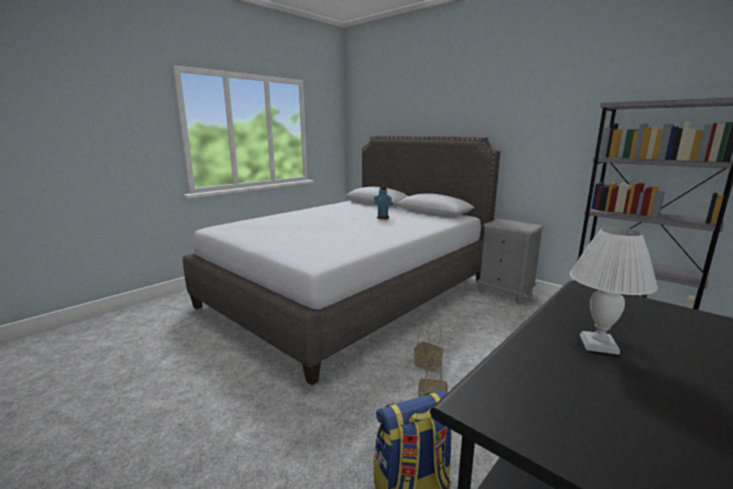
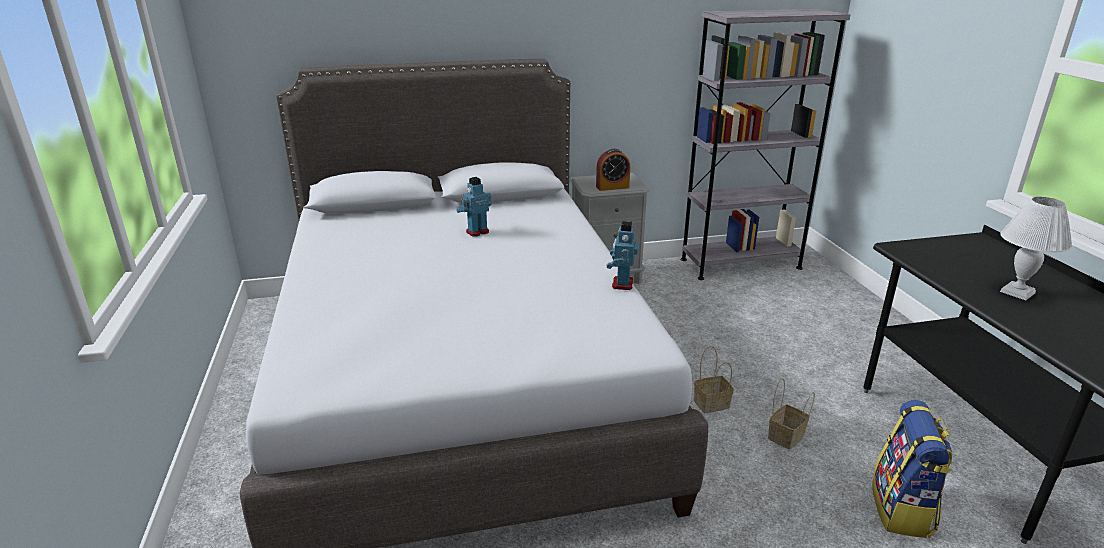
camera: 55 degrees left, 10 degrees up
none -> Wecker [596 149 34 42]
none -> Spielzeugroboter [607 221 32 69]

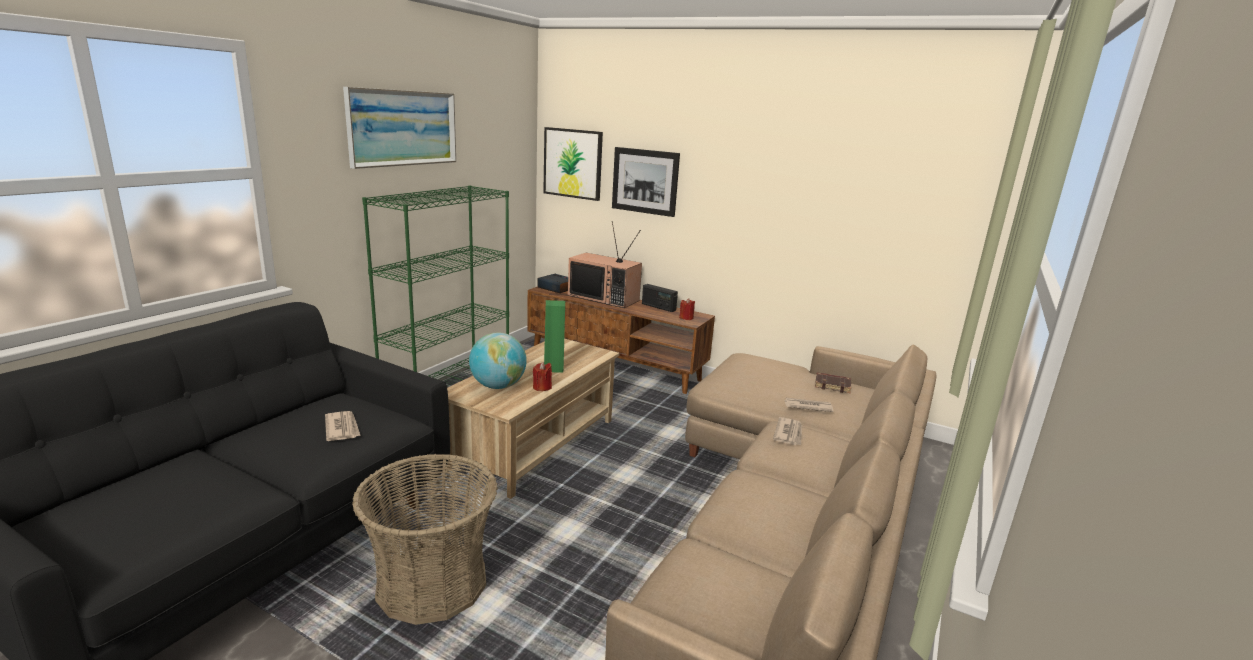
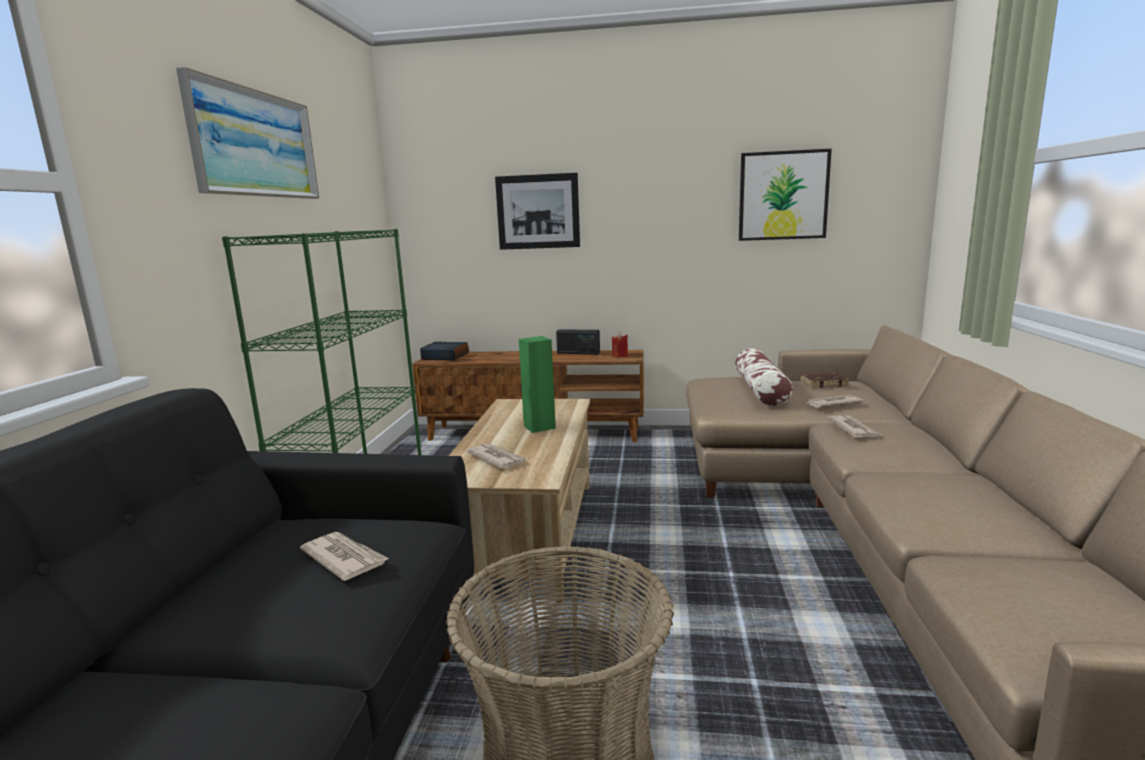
camera: 20 degrees left, 5 degrees down
Bild [543 127 60 74] -> Bild [739 149 93 92], moved
Fernseher [568 221 74 87] -> none
Globus [469 332 58 57] -> Zeitung [467 443 60 26]
Kerze (rot) [533 362 19 29] -> none
none -> Kissen [735 348 58 58]

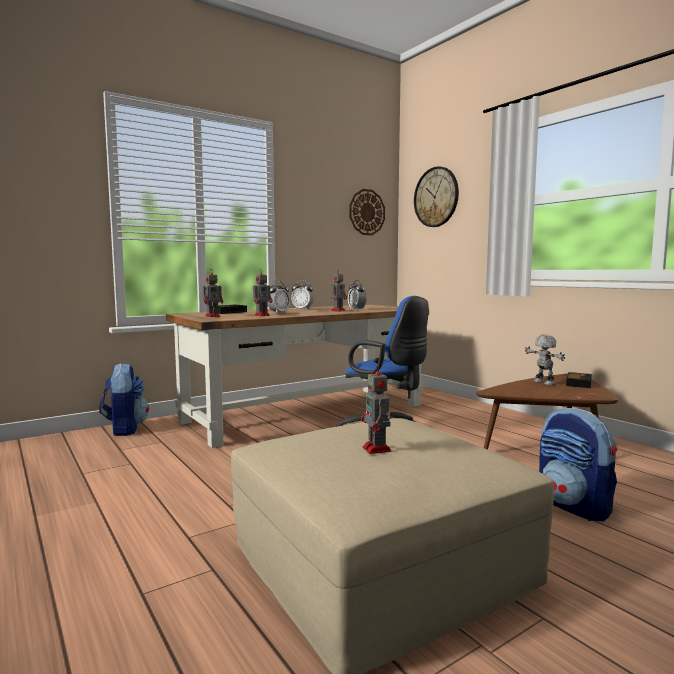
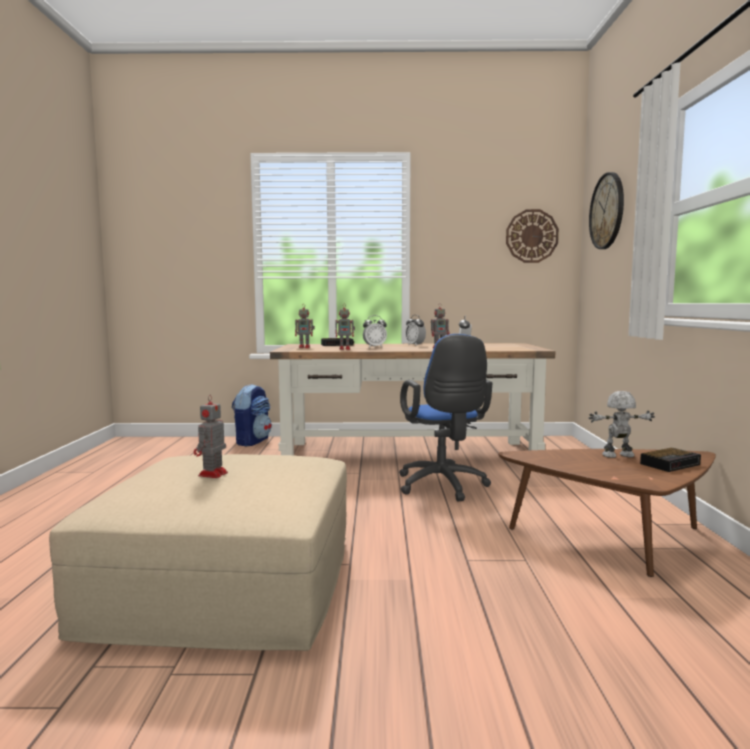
camera: 35 degrees right, 0 degrees up
Spielzeugroboter [525 334 40 51] -> Spielzeugroboter [589 391 66 67], 105 degrees counterclockwise
Rucksack [539 408 78 113] -> none

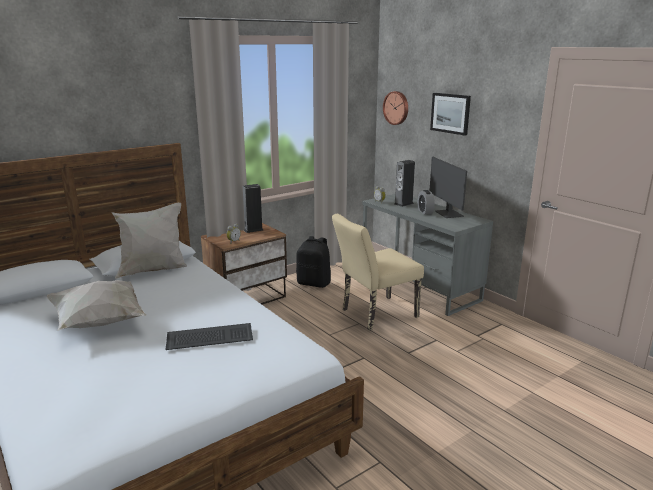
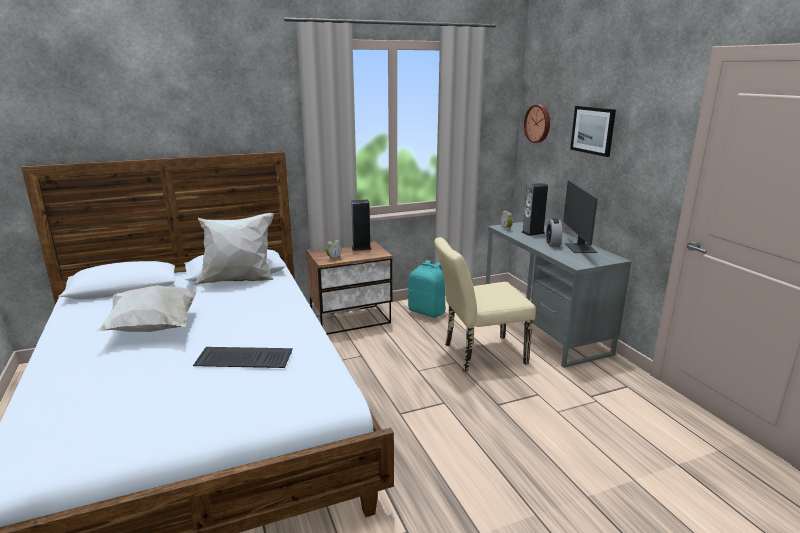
camera: 15 degrees right, 0 degrees up
Rucksack (schwarz) [296 236 35 52] -> Rucksack (türkis) [408 260 38 57]

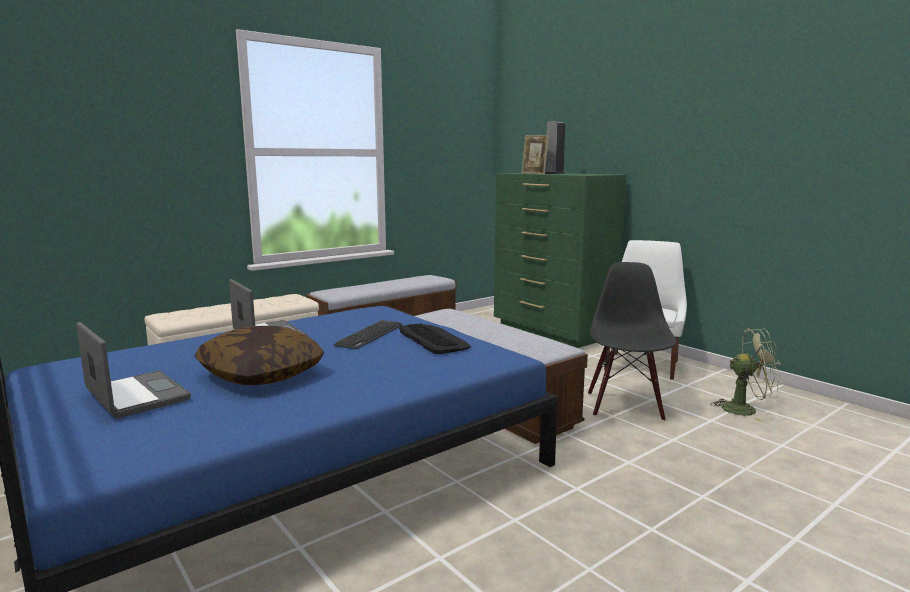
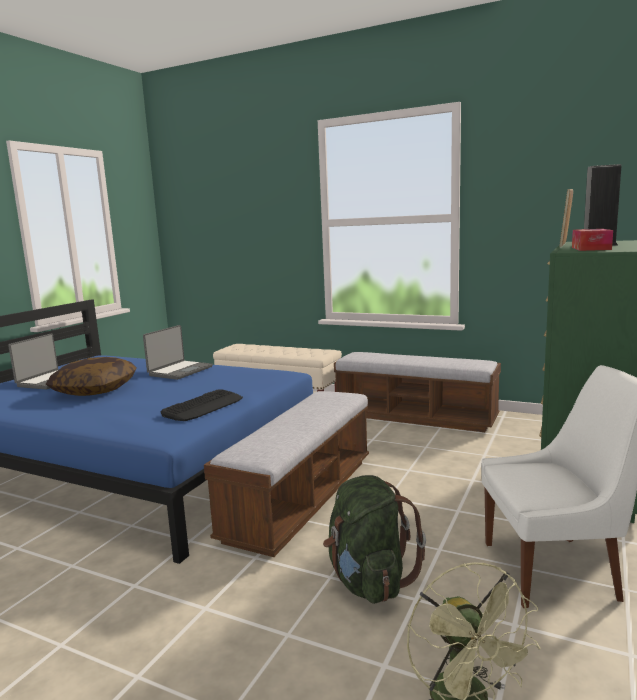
camera: 65 degrees right, 0 degrees up
Stuhl (schwarz) [588 262 89 159] -> Rucksack (grün) [323 475 103 129]
Tastatur [334 320 68 29] -> none
none -> Taschentuchbox [572 229 41 22]

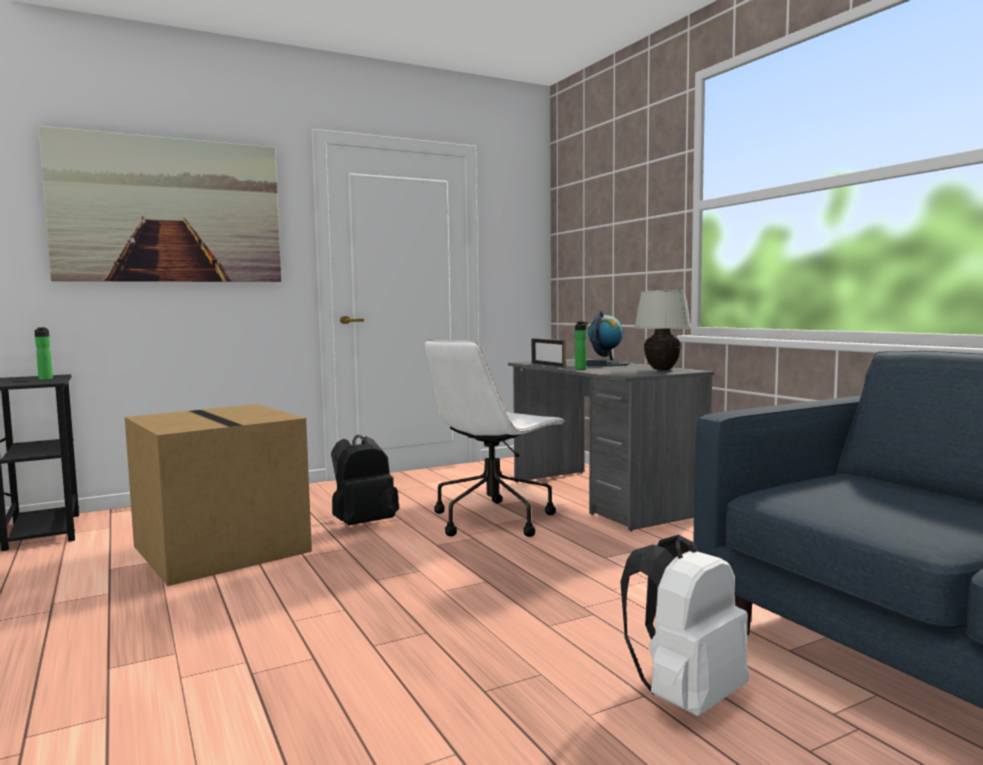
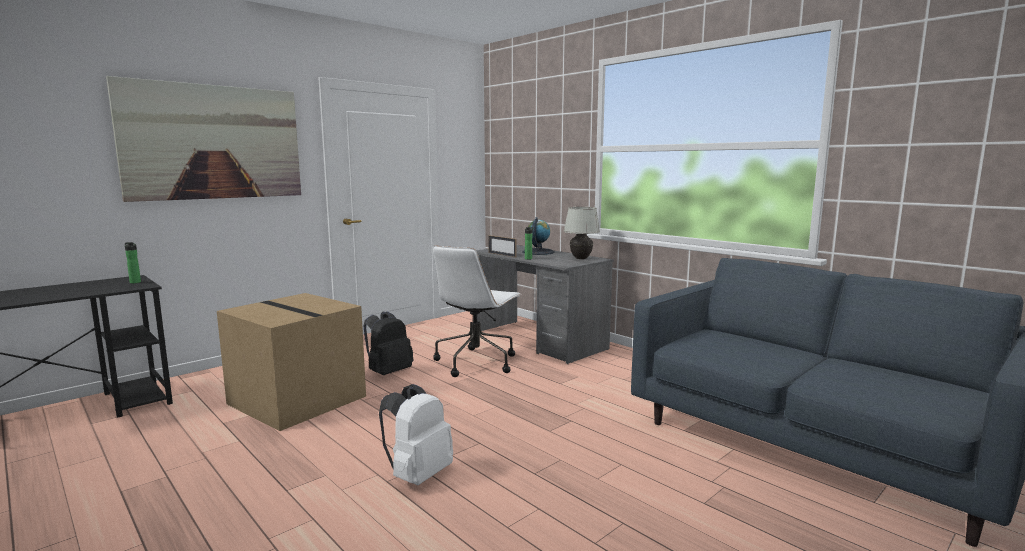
camera: 15 degrees left, 5 degrees up
Rucksack (weiß) [620 535 129 181] -> Rucksack (weiß) [379 384 74 102], moved

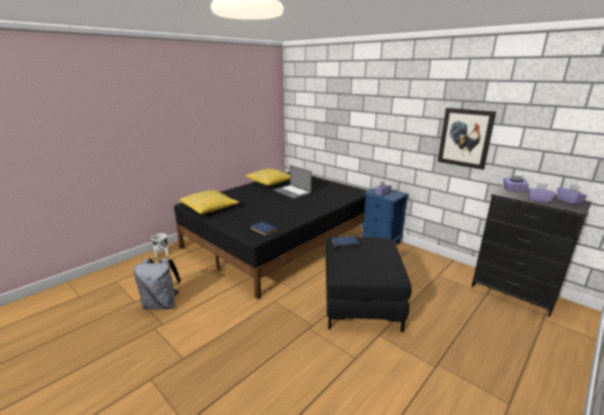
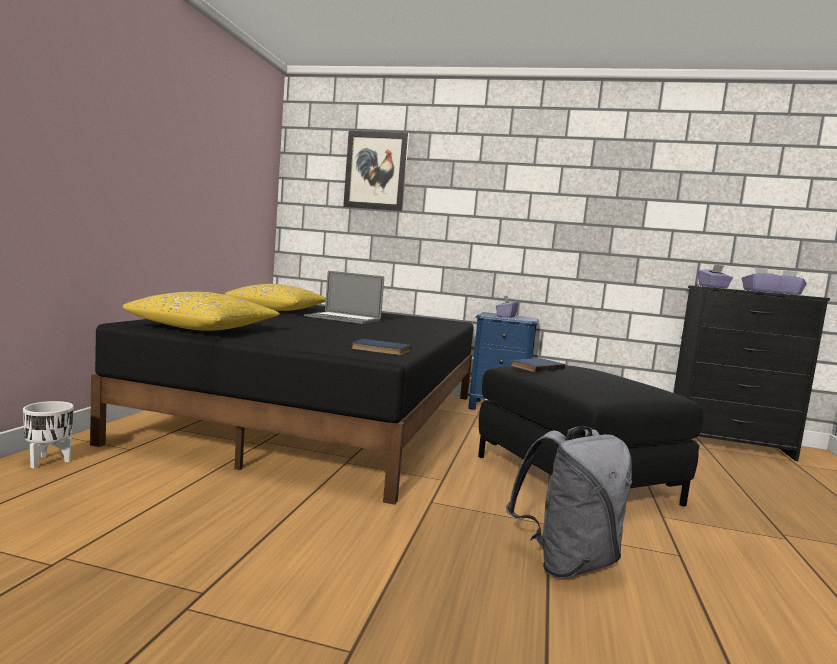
camera: 30 degrees left, 15 degrees down
Bild [438 108 58 62] -> Bild [343 131 66 80], moved
Rucksack (grau) [134 257 47 53] -> Rucksack (grau) [506 426 126 152], moved

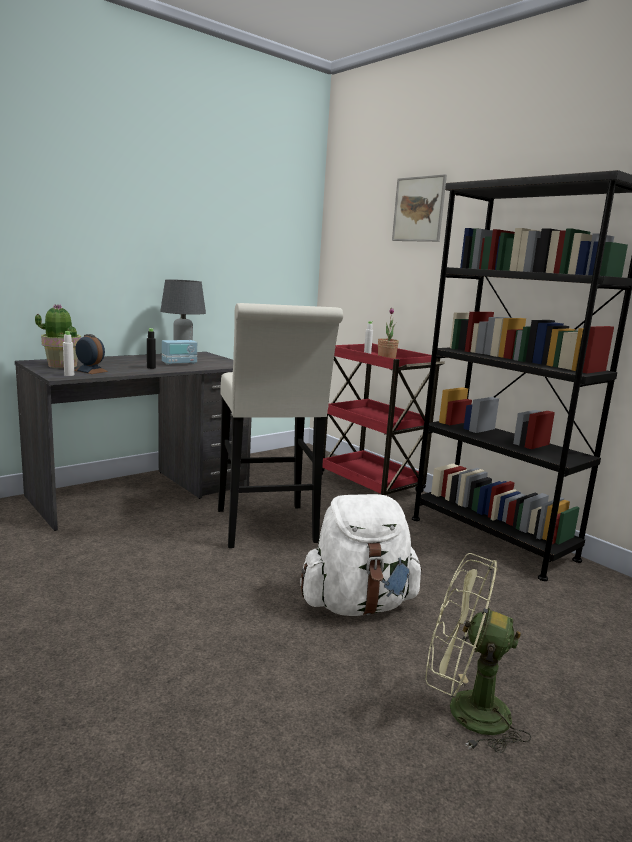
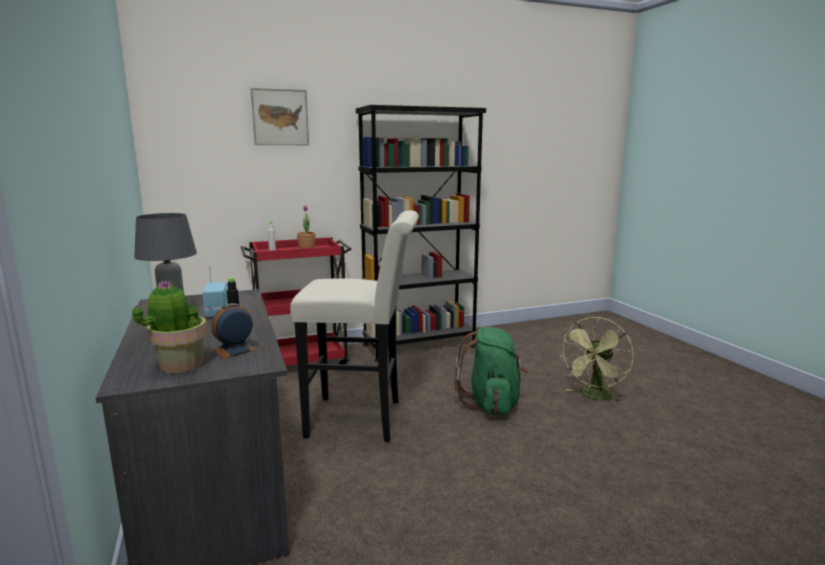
camera: 70 degrees left, 0 degrees up
Flasche (weiß) [63 331 11 45] -> none
Rucksack (weiß) [300 494 122 122] -> Rucksack (grün) [455 327 73 88]

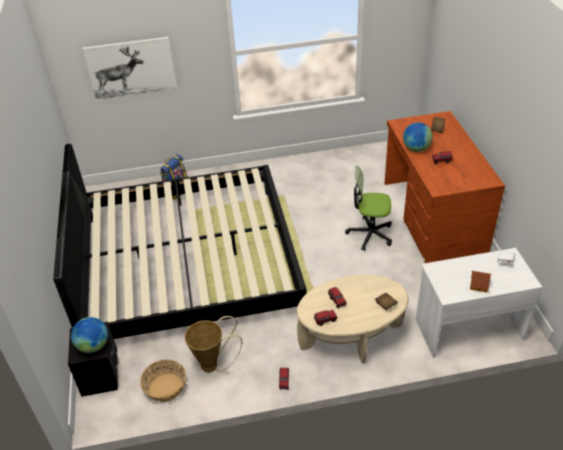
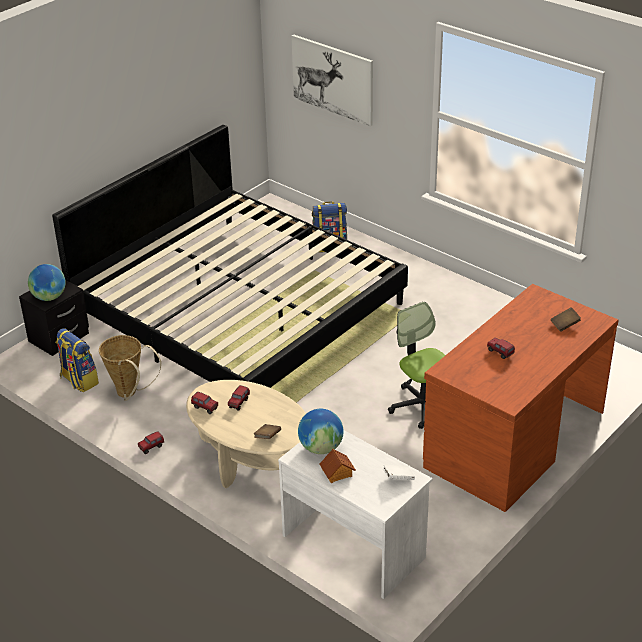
camera: 50 degrees right, 5 degrees down
Globus [403 122 30 30] -> Globus [298 409 46 45], moved
Korb [140 359 46 43] -> Rucksack [56 328 43 64]

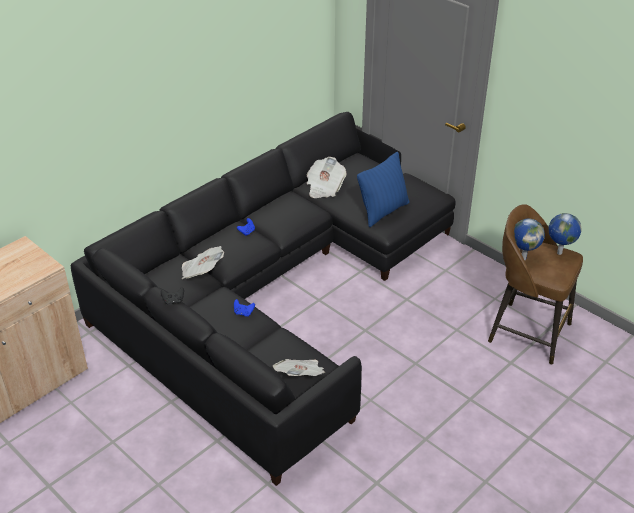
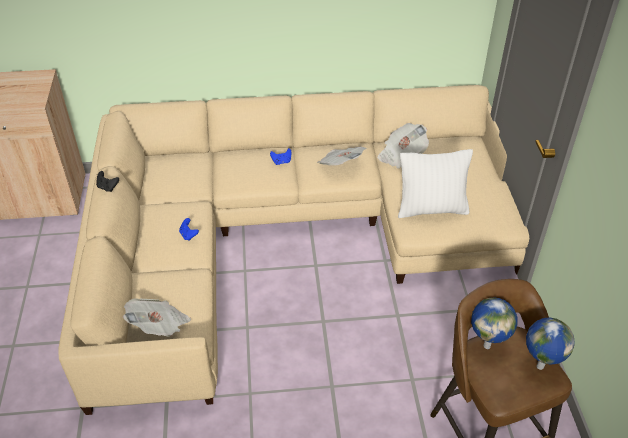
camera: 40 degrees right, 5 degrees up
Sofa (schwarz) [70 112 386 374] -> Sofa (beige) [58 85 471 330]
Kissen (blau) [357 152 52 75] -> Kissen (weiß) [398 149 75 69]
Zeitung [182 246 42 33] -> Zeitung [317 147 50 19], moved

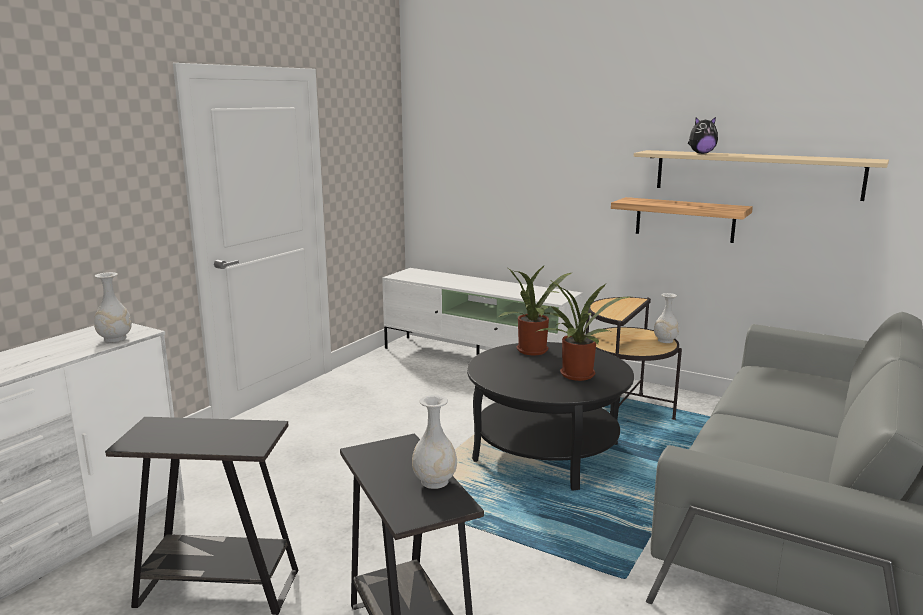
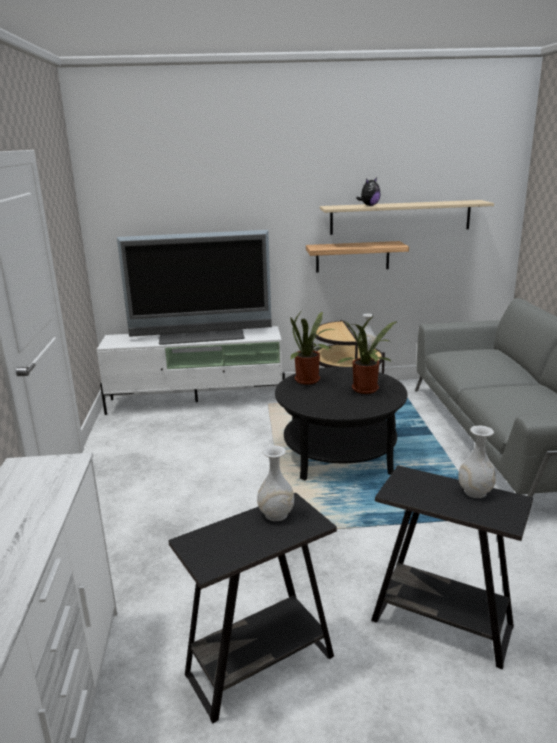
camera: 35 degrees left, 5 degrees up
Vase (weiß) [94 272 38 70] -> Vase (weiß) [257 445 37 76], moved
none -> Fernseher [117 230 155 115]

